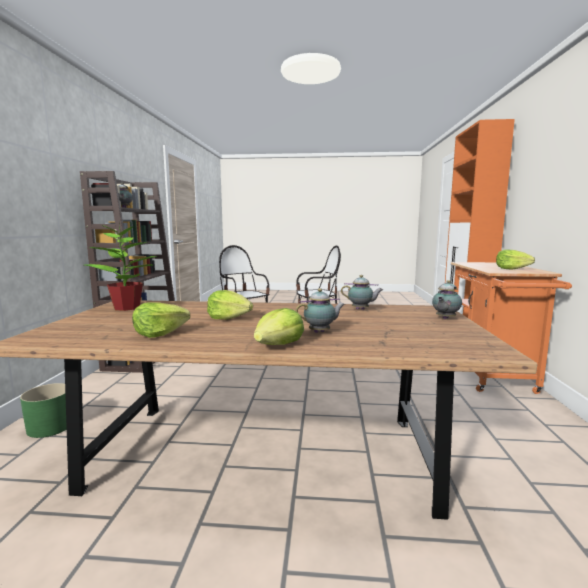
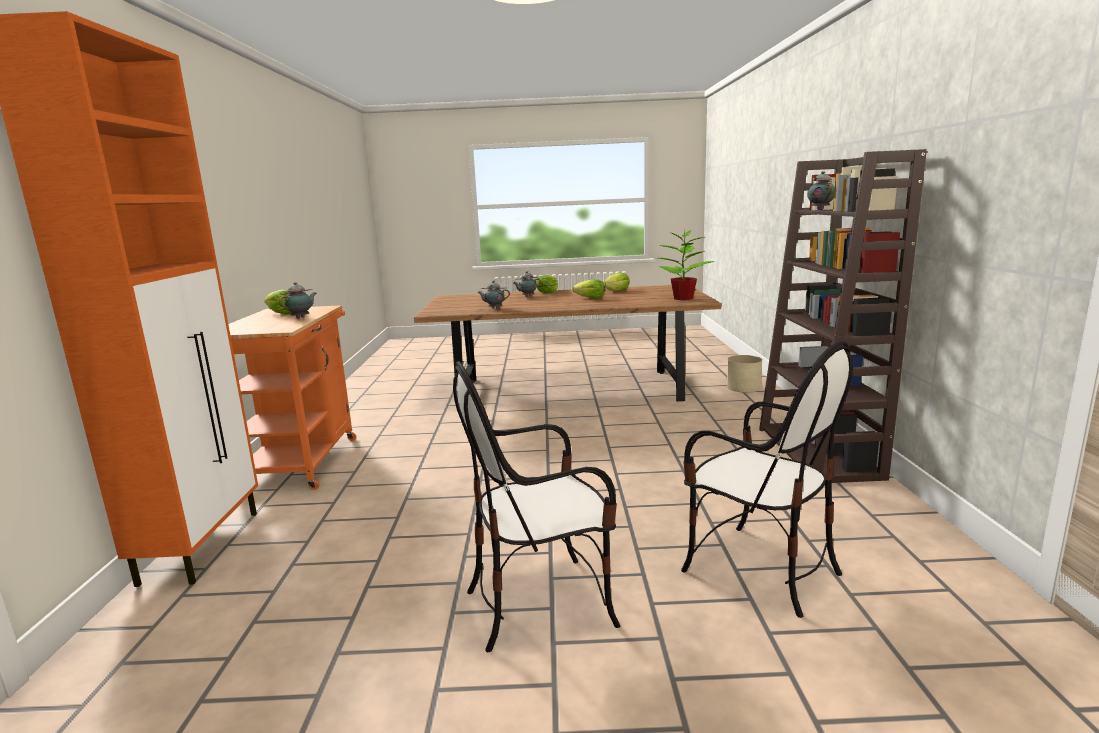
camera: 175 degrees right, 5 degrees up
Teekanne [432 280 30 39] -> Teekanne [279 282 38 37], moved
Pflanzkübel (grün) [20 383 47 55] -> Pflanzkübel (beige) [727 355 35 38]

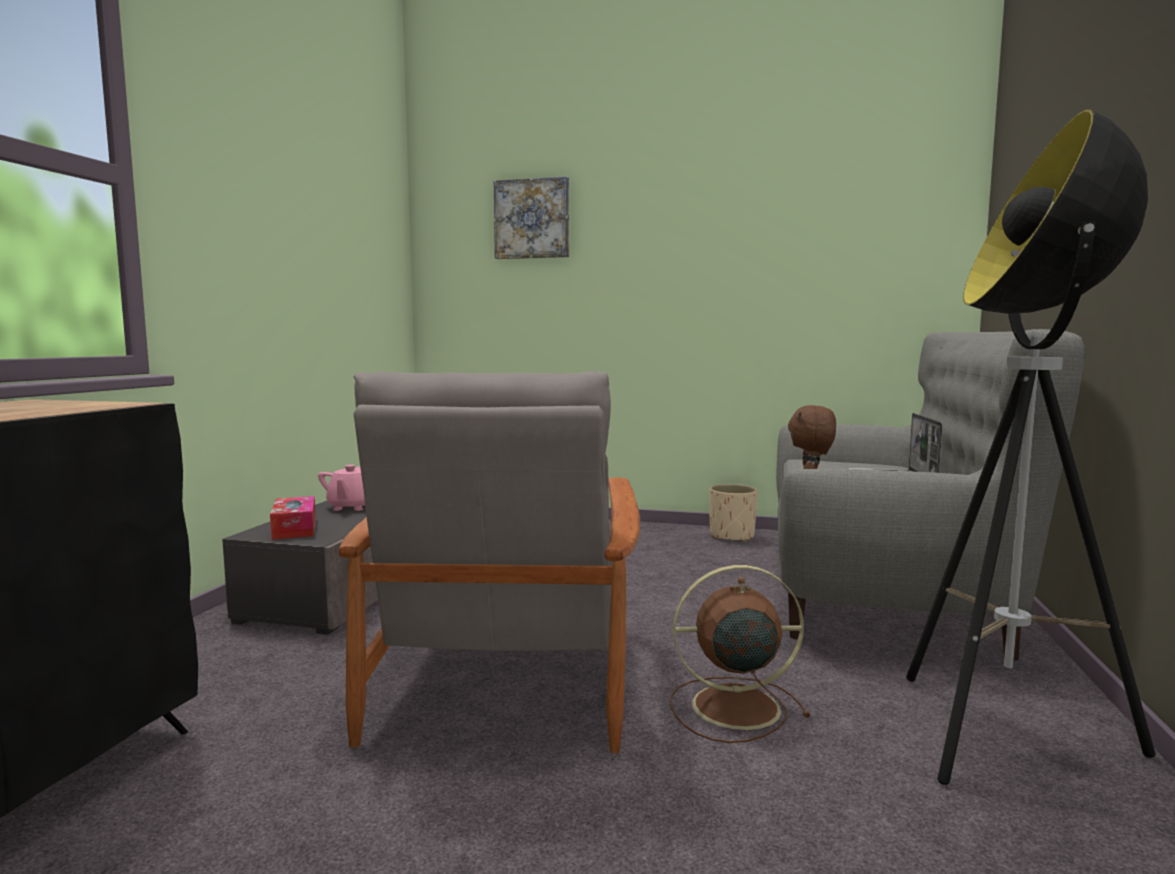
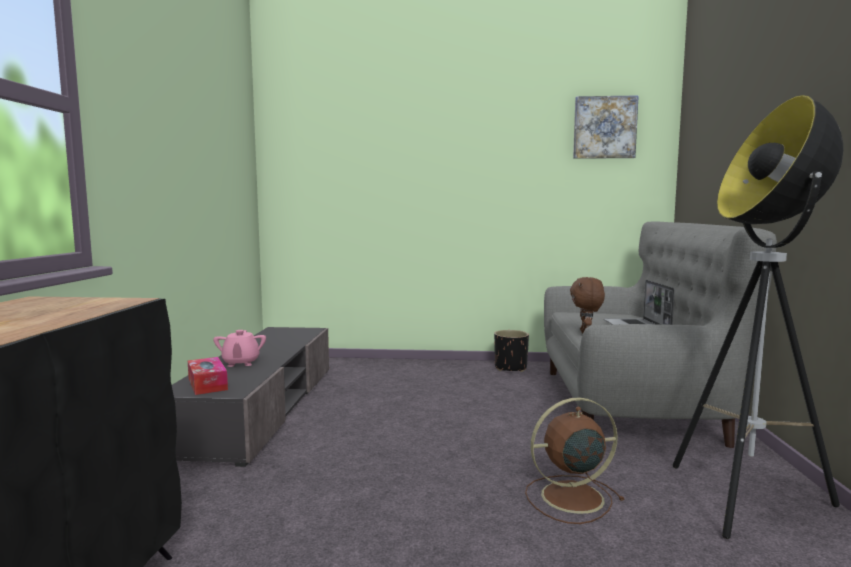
camera: 10 degrees left, 0 degrees up
Bild [494 176 75 83] -> Bild [573 95 66 64], moved
Sessel (grau) [338 371 302 382] -> none
Pflanzkübel (beige) [709 484 49 58] -> Pflanzkübel (schwarz) [494 330 35 42]

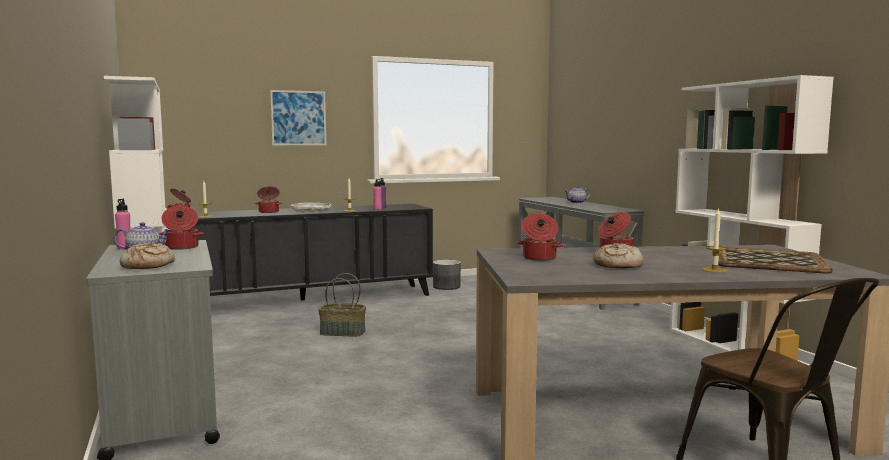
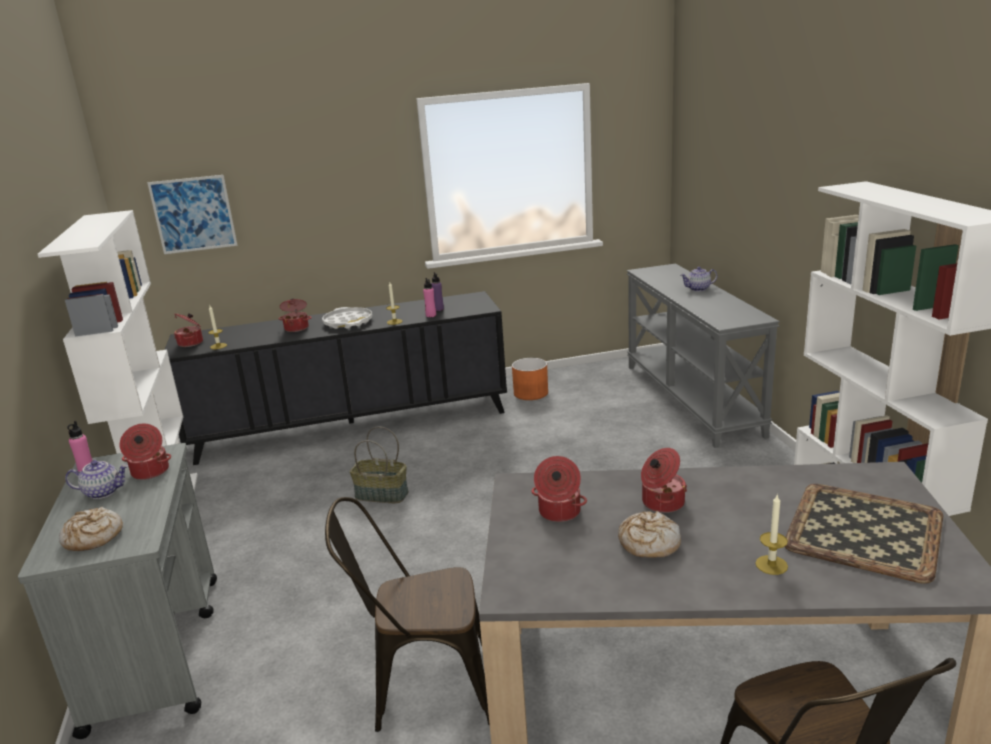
camera: 10 degrees right, 15 degrees up
Bild [270 90 56 55] -> Bild [147 175 90 79], moved
Pflanzkübel (grau) [433 260 28 30] -> Pflanzkübel (orange) [512 358 36 42]
none -> Stuhl (braun) [325 497 165 235]

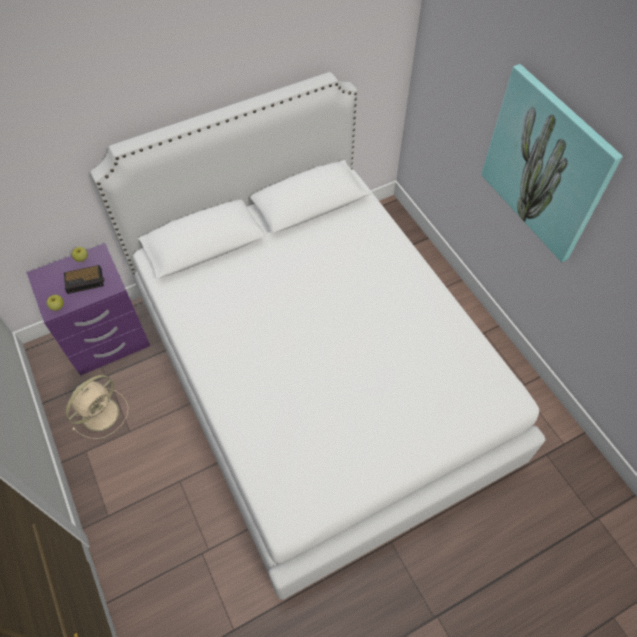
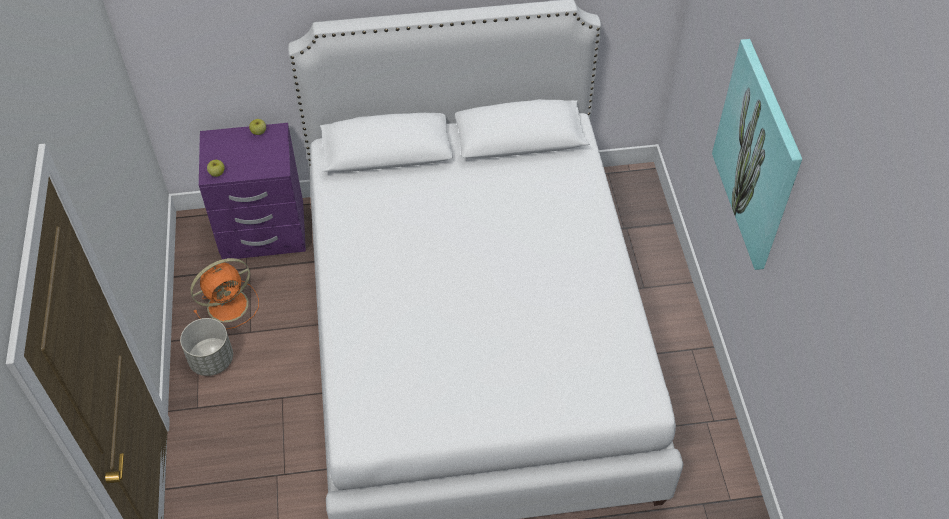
camera: 20 degrees right, 5 degrees down
Wecker [64 265 41 29] -> none
Ventilator (beige) [66 375 63 64] -> Ventilator (orange) [190 258 69 71]
none -> Pflanzkübel (grau) [180 318 53 58]

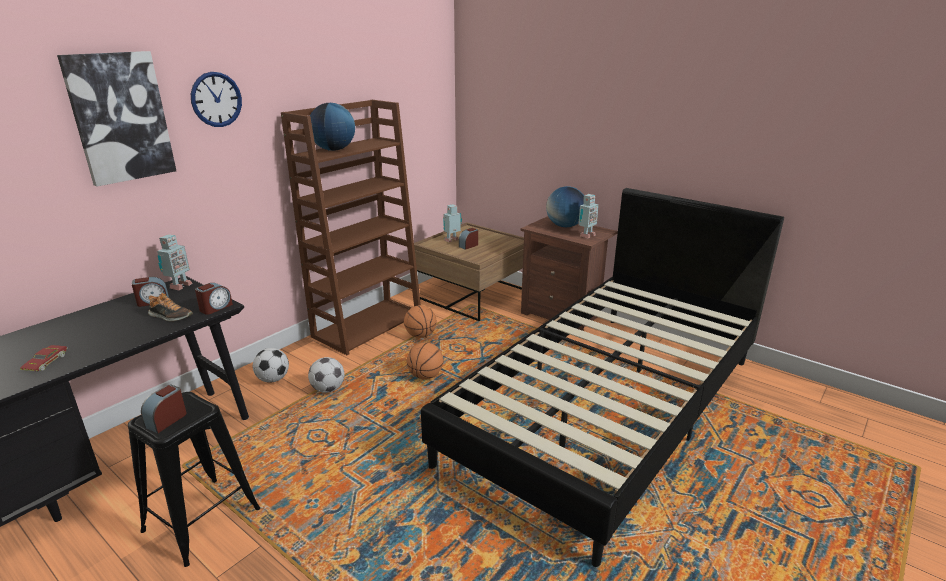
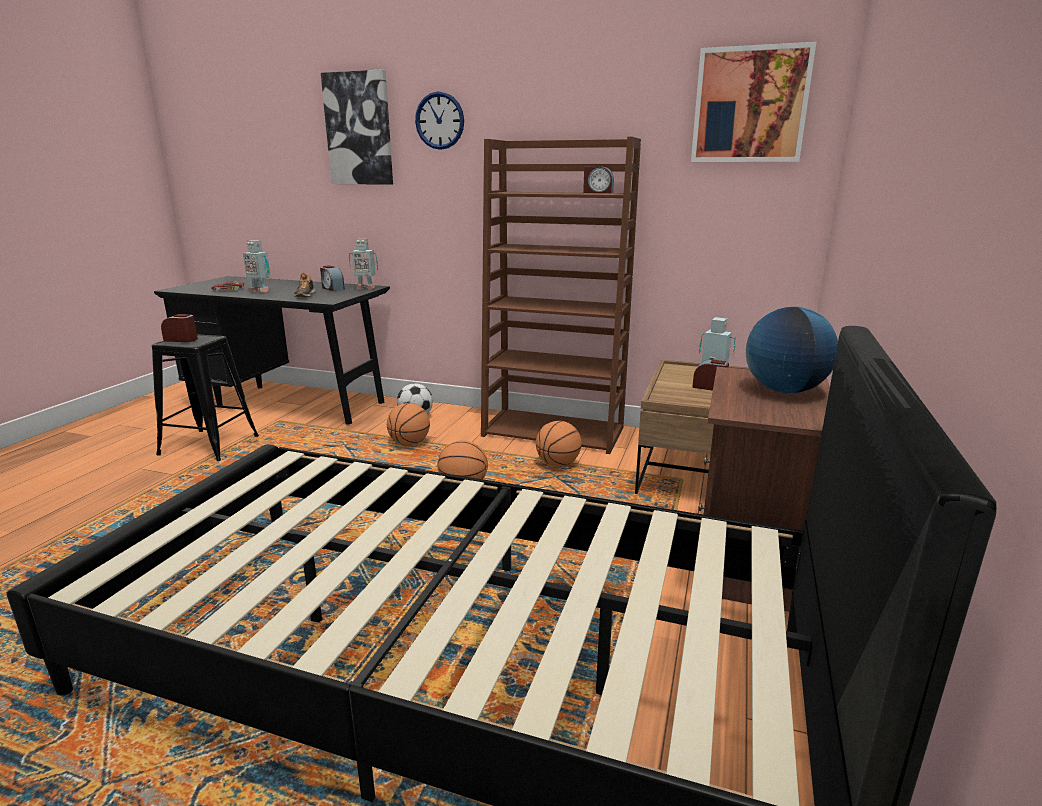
camera: 70 degrees right, 5 degrees down
Globus [310 103 45 48] -> none
Spielzeugroboter [578 194 21 45] -> Spielzeugroboter [243 240 27 53], moved
Wecker [195 283 38 32] -> Wecker [583 165 31 28], moved
Fußball [308 357 37 36] -> Basketball [387 403 43 42]
none -> Bild [691 42 125 120]

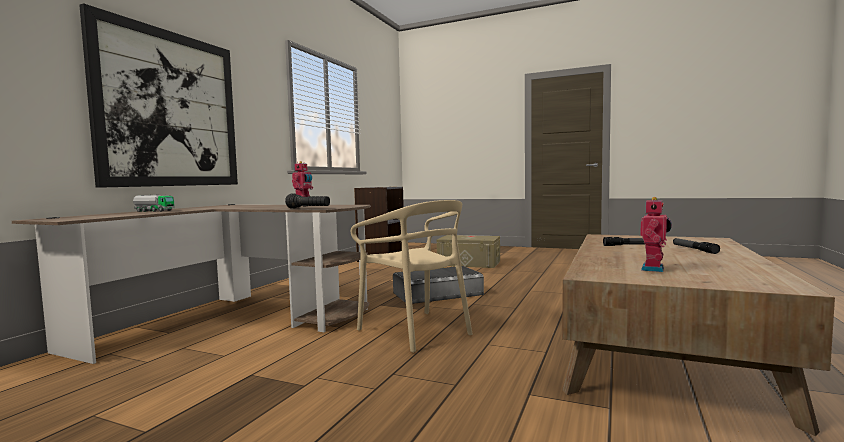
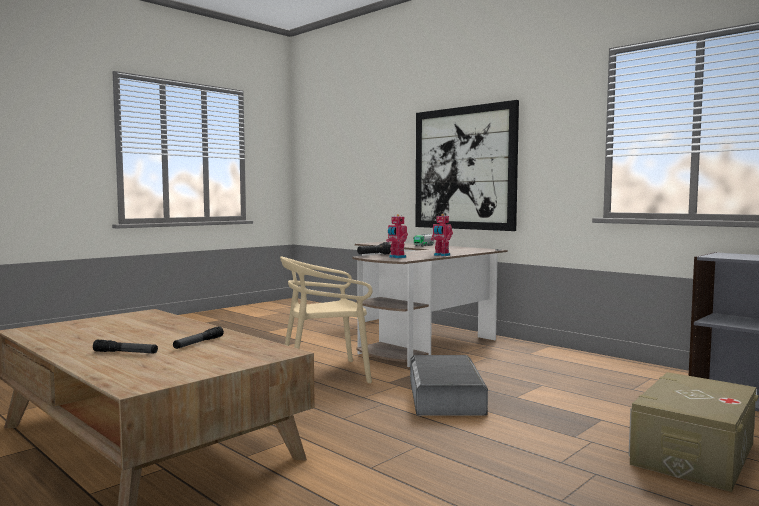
camera: 110 degrees right, 0 degrees up
Spielzeugroboter [640 197 32 75] -> Spielzeugroboter [386 214 22 44], moved

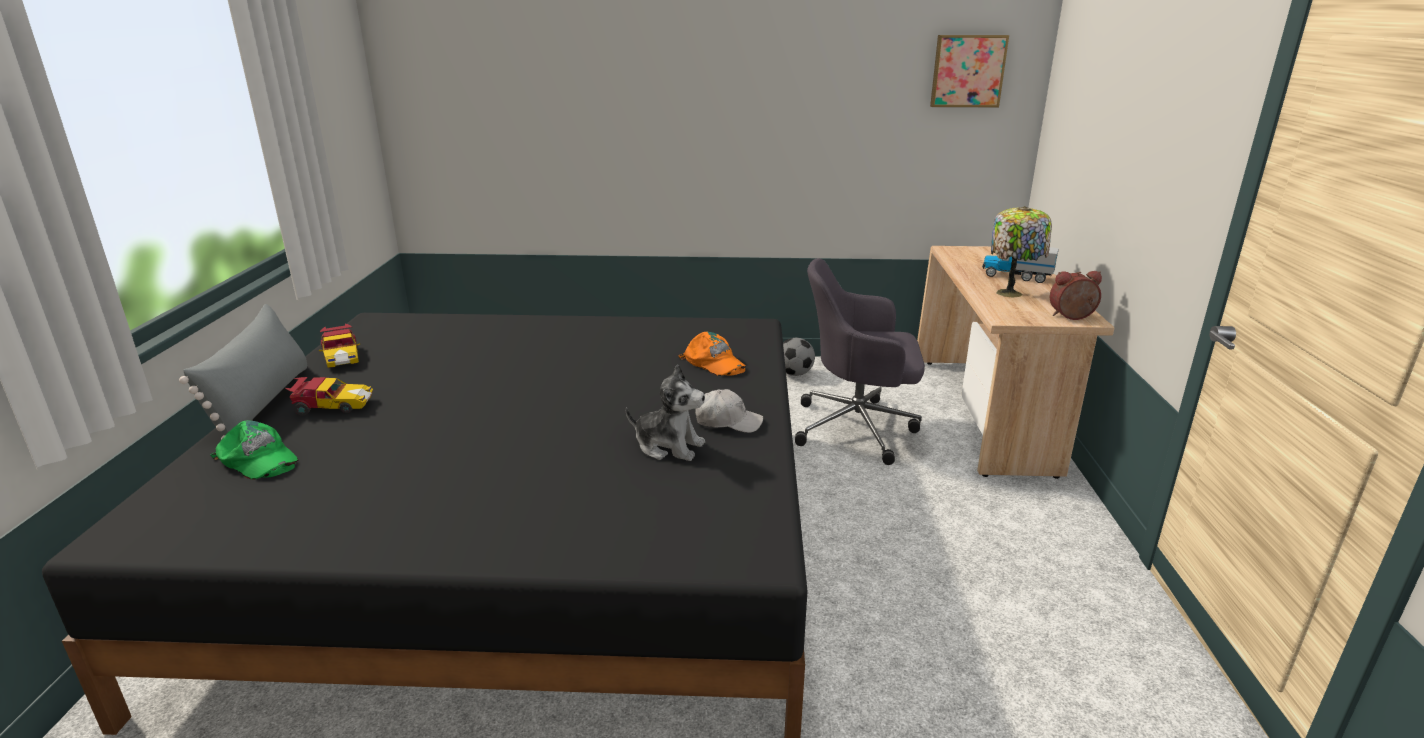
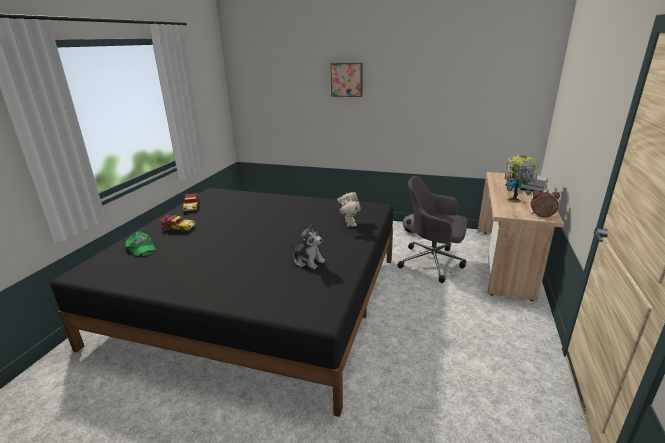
camera: 15 degrees right, 0 degrees up
Bild [930 35 79 72] -> Bild [330 63 33 34], moved
Kissen (grau) [179 304 128 136] -> none
Kappe (orange) [679 332 67 44] -> Spielzeugroboter [337 192 24 35]
Kappe (weiß) [695 389 68 44] -> none

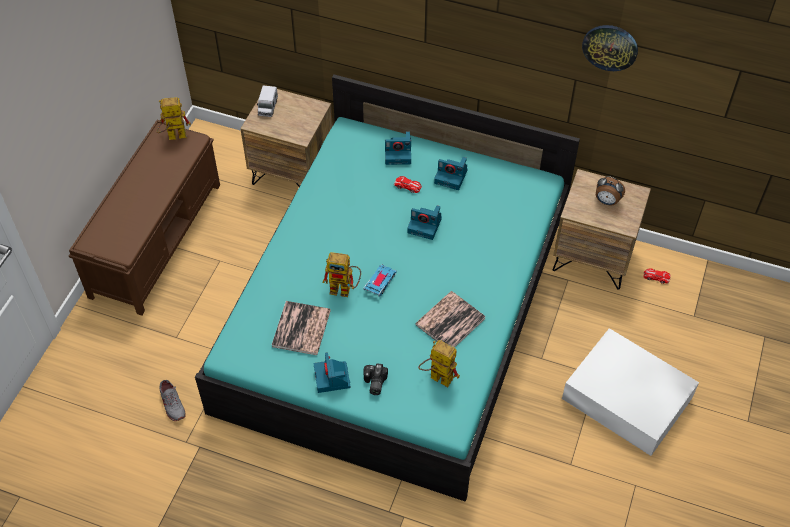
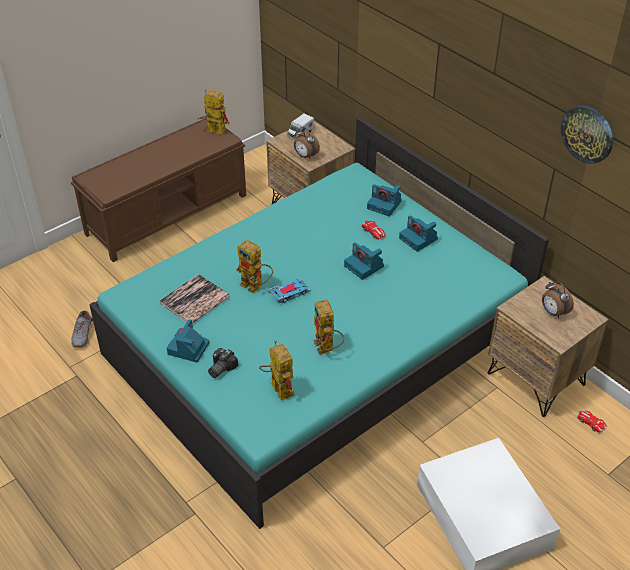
camera: 30 degrees right, 10 degrees down
Buch [415 291 71 57] -> Spielzeugroboter [313 299 31 56]
none -> Wecker [294 127 26 32]

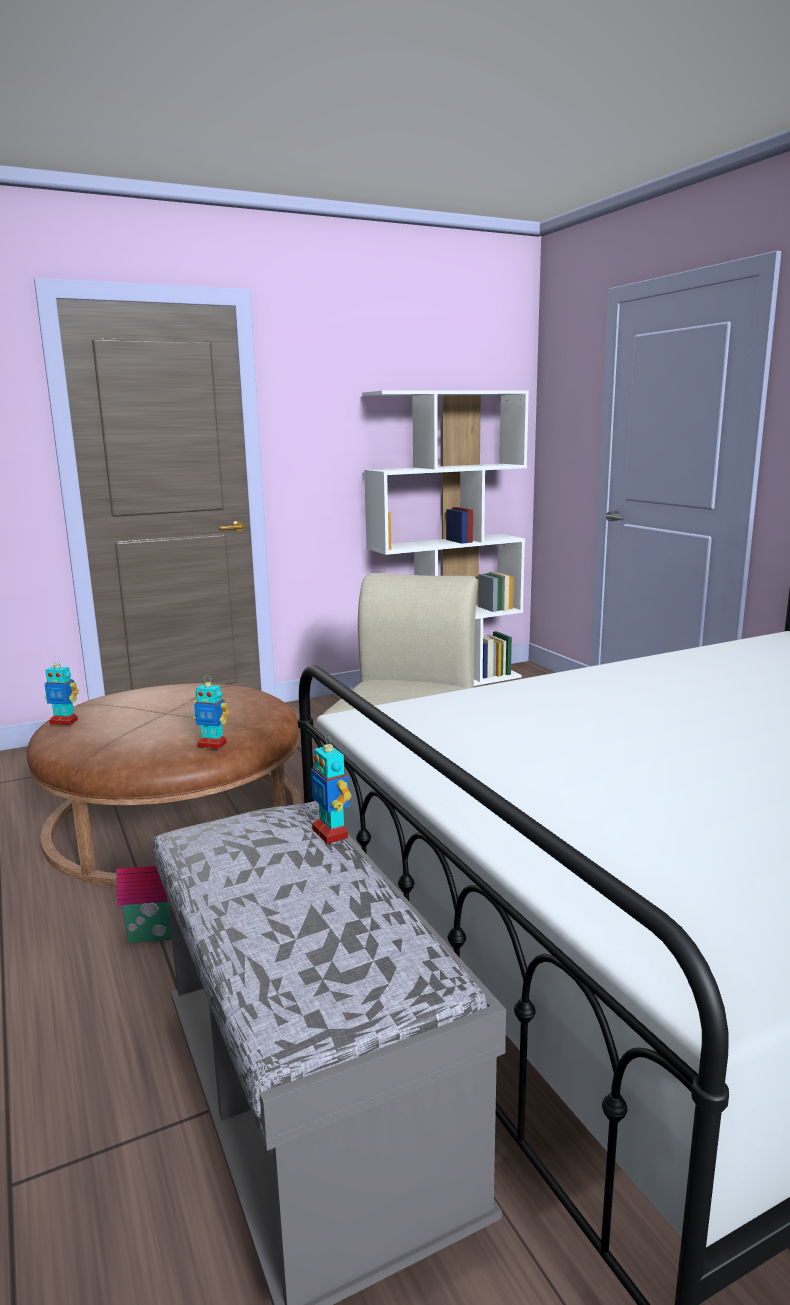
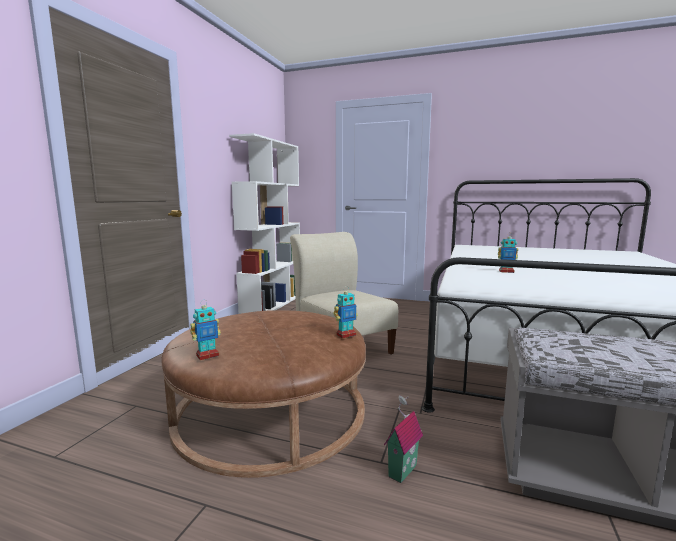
camera: 45 degrees left, 5 degrees down
Spielzeugroboter [311 735 40 109] -> Spielzeugroboter [498 233 20 40], moved

